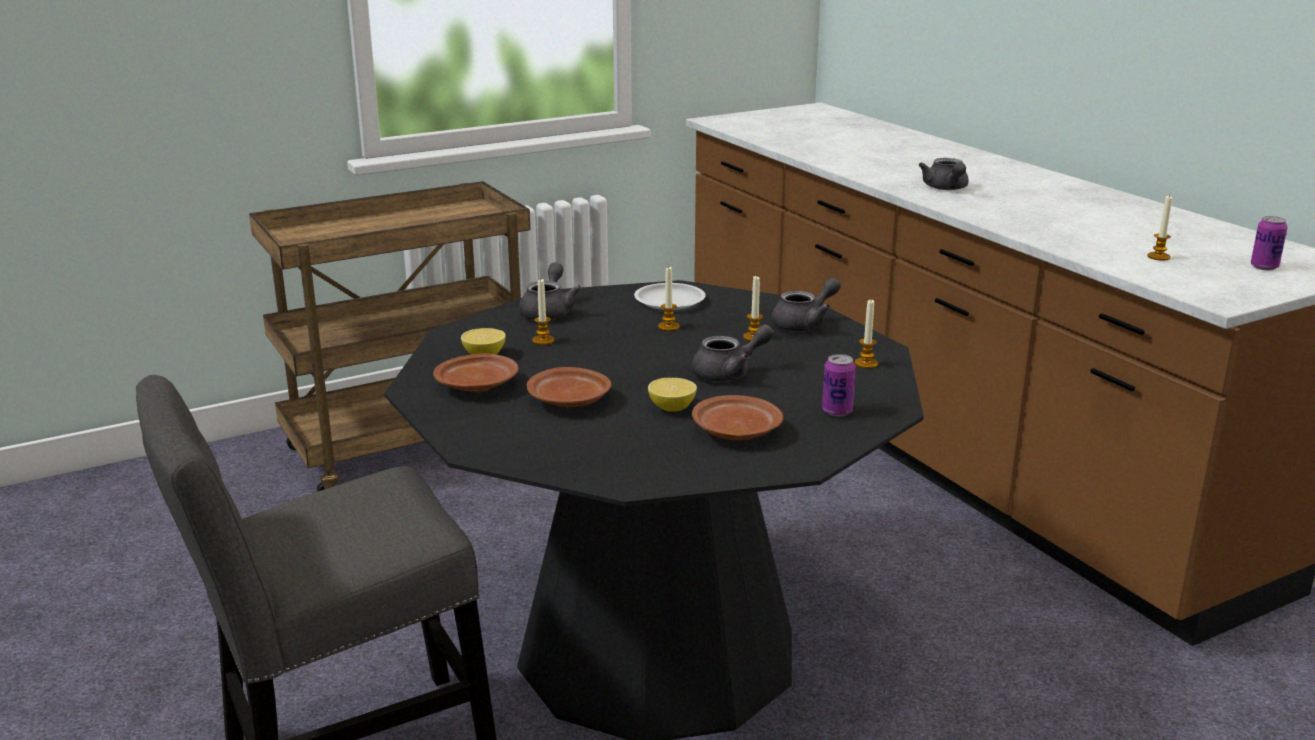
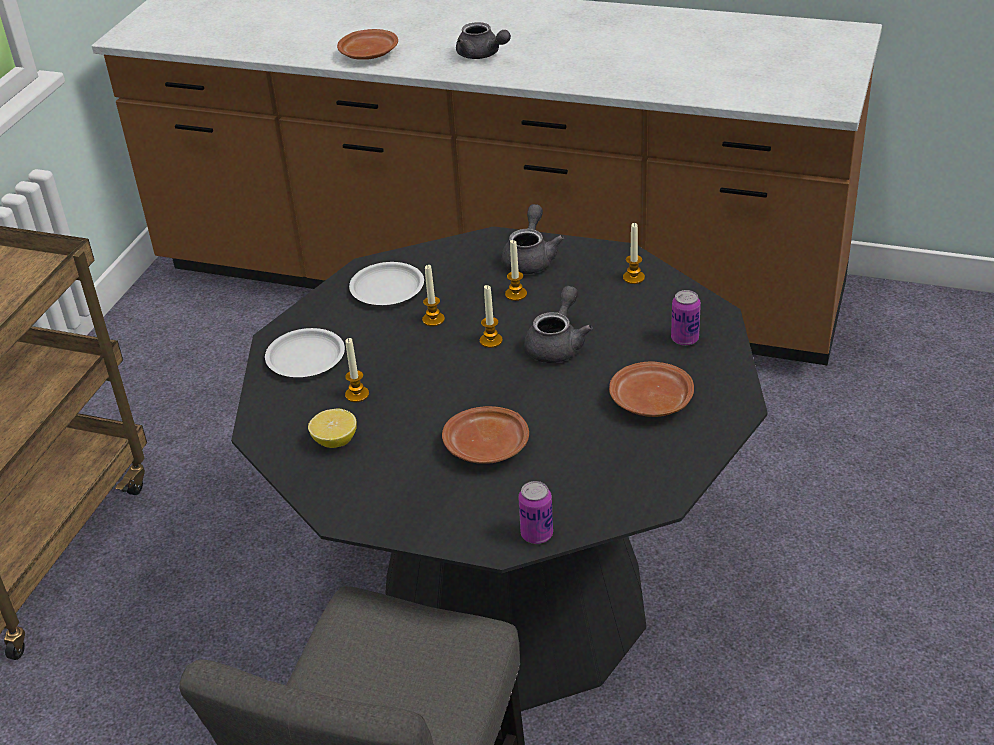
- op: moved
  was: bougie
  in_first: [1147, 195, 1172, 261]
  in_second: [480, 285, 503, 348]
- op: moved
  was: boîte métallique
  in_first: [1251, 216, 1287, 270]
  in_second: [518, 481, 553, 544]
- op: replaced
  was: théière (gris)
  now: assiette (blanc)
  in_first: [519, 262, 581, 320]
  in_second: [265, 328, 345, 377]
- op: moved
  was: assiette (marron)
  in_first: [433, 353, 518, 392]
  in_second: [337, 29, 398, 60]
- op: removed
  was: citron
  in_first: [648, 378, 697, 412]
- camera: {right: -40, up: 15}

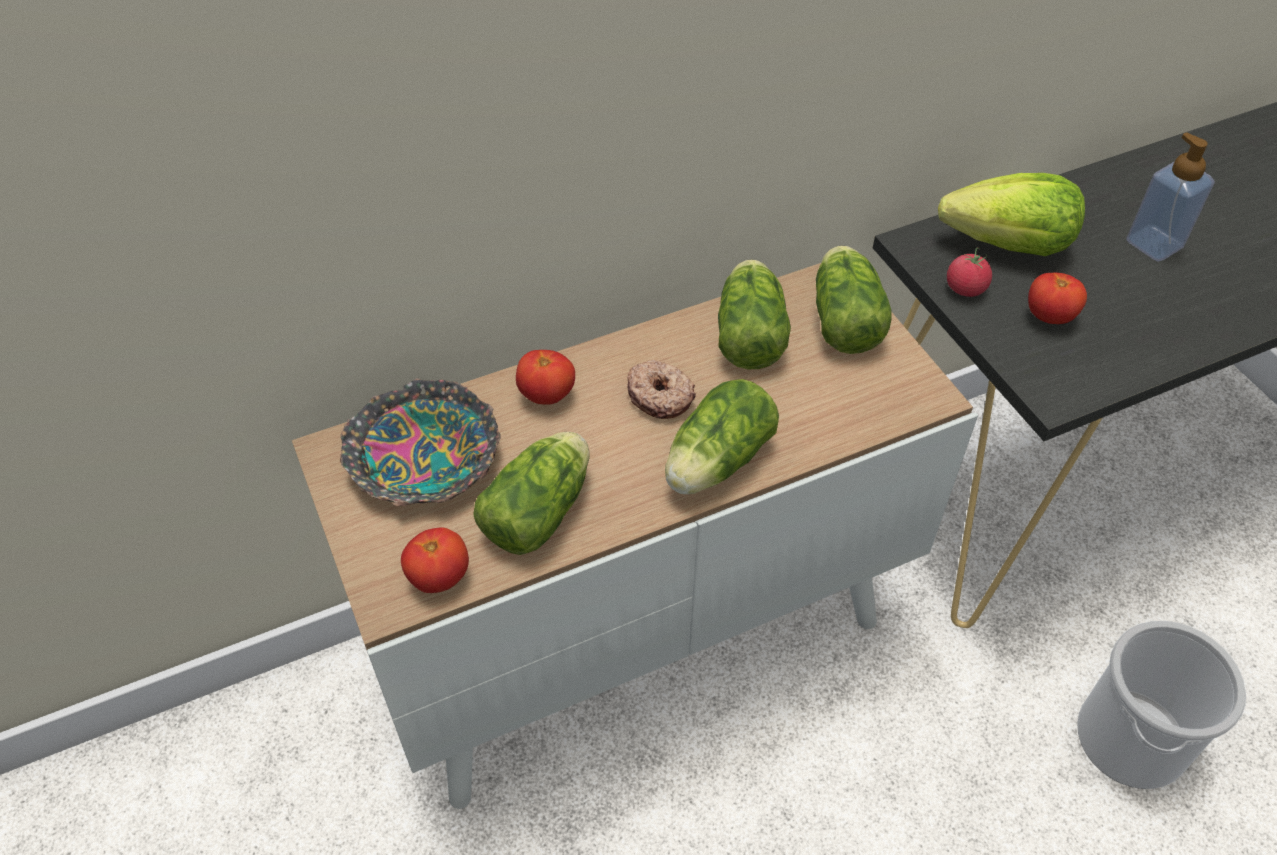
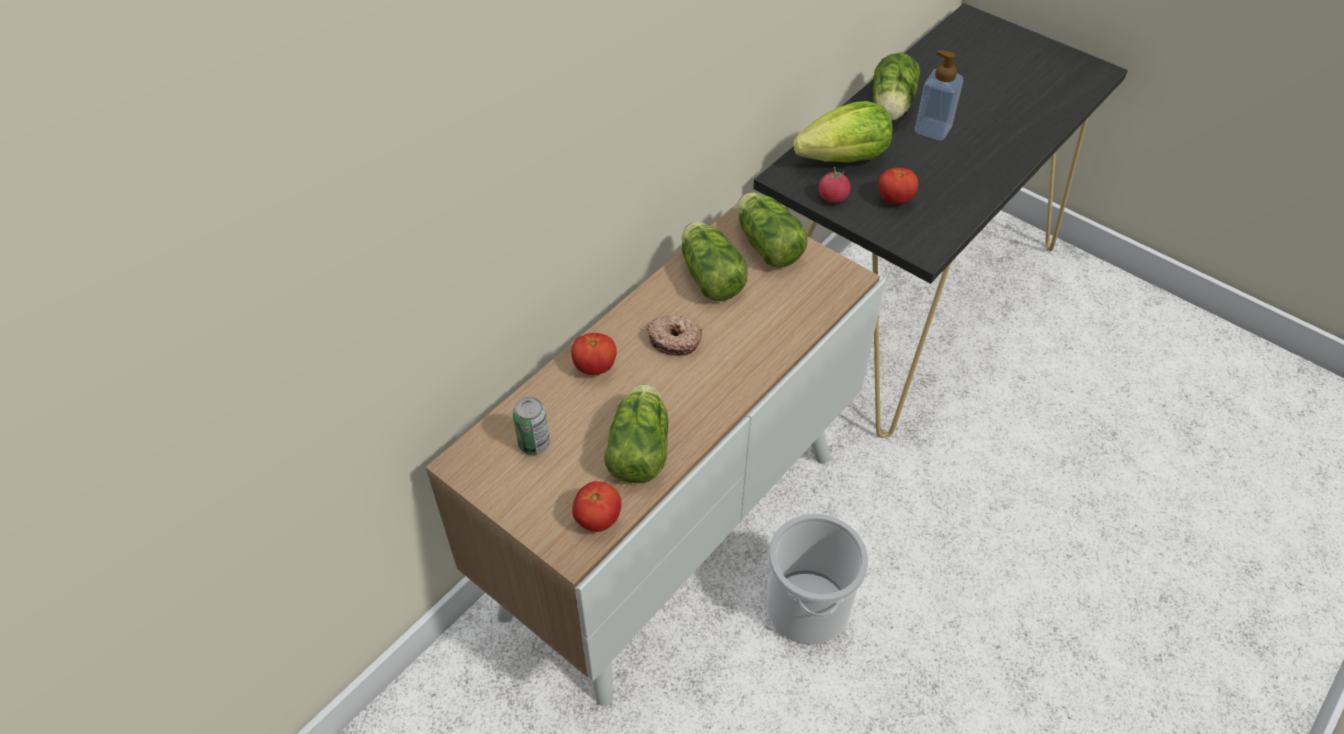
- op: replaced
  was: bol
  now: boîte métallique
  in_first: [340, 378, 501, 506]
  in_second: [513, 397, 550, 455]
- op: moved
  was: laitue
  in_first: [665, 379, 779, 494]
  in_second: [873, 53, 920, 121]
- op: moved
  was: seau
  in_first: [1077, 621, 1246, 789]
  in_second: [766, 514, 868, 645]
- camera: {right: -25, up: 0}

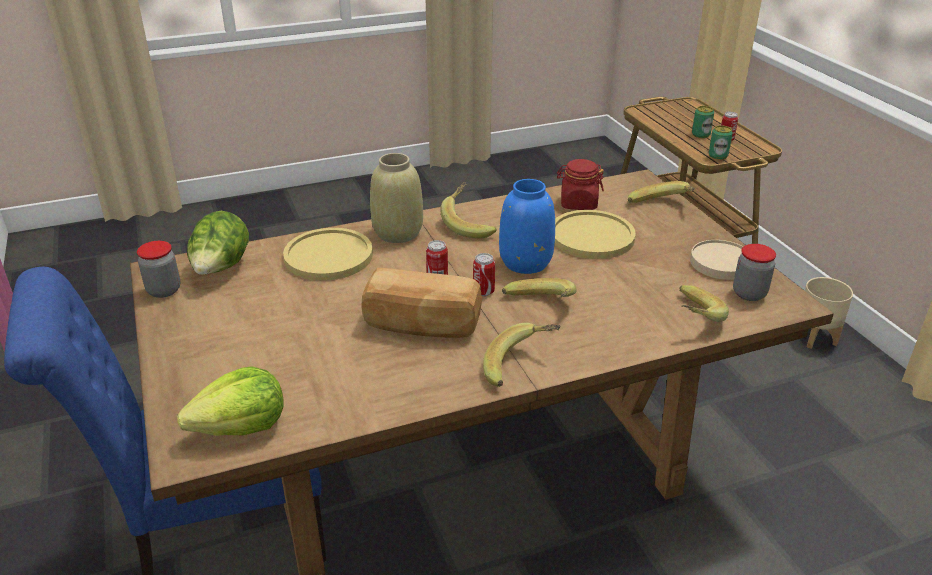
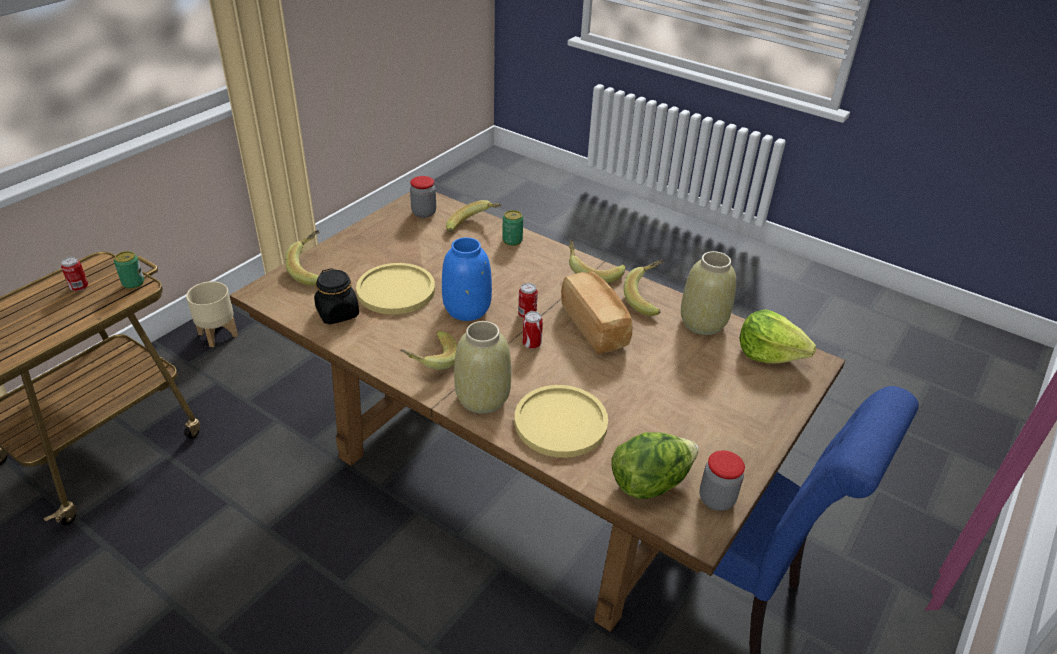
- op: moved
  was: boîte métallique
  in_first: [692, 106, 714, 138]
  in_second: [502, 210, 523, 246]
- op: recoloured
  was: bocal (rouge)
  now: bocal (noir)
  in_first: [557, 159, 604, 210]
  in_second: [314, 268, 359, 324]
- op: removed
  was: assiette (beige)
  in_first: [690, 240, 743, 280]
- op: moved
  was: banane
  in_first: [502, 278, 576, 298]
  in_second: [624, 260, 664, 316]
- op: added
  now: vase (beige)
  in_second: [681, 251, 736, 335]
- camera: {right: -125, up: 5}

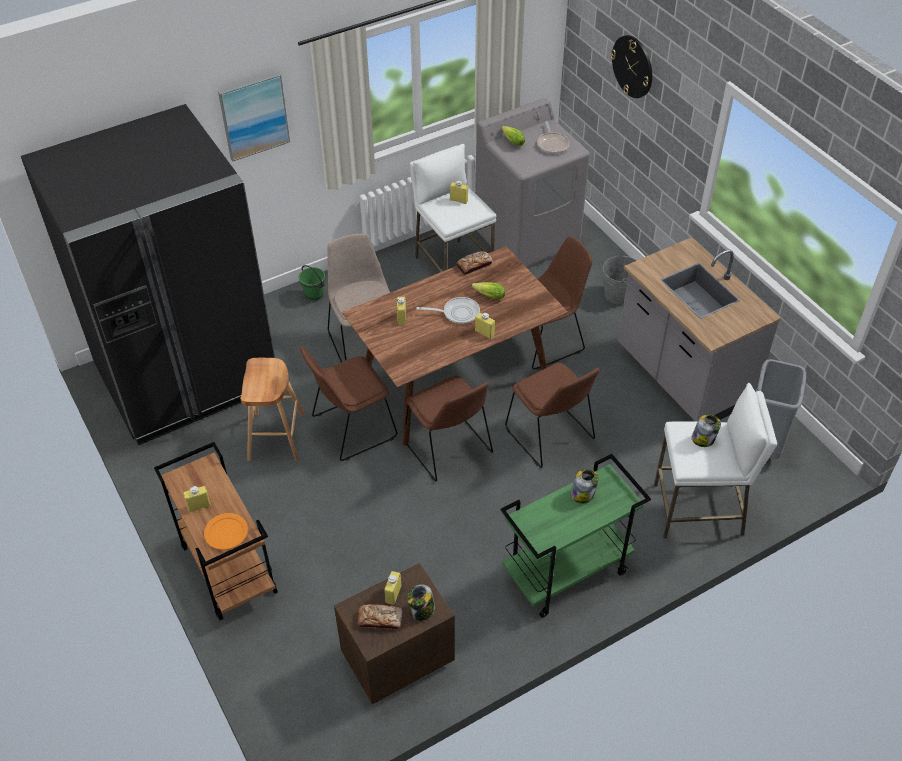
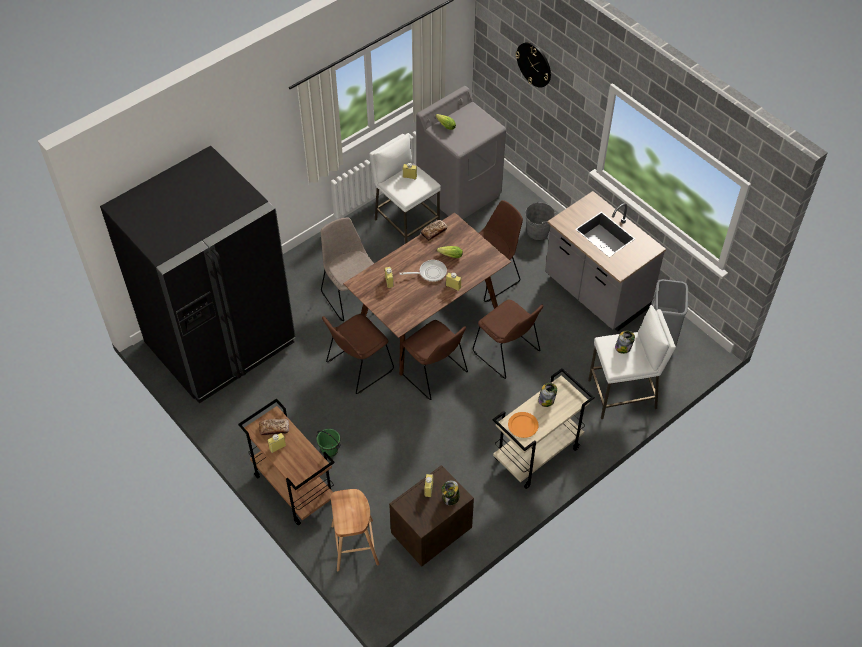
- op: removed
  was: tableau
  in_first: [218, 72, 290, 162]
- op: removed
  was: poêle
  in_first: [537, 121, 570, 154]
- op: moved
  was: seau (vert)
  in_first: [299, 265, 325, 301]
  in_second: [316, 429, 341, 457]
- op: moved
  was: tabouret (marron)
  in_first: [240, 358, 305, 461]
  in_second: [331, 489, 379, 571]
- op: recoloured
  was: chariot (vert)
  now: chariot (beige)
  in_first: [501, 454, 651, 618]
  in_second: [493, 368, 595, 489]
- op: moved
  was: assiette (orange)
  in_first: [204, 513, 248, 550]
  in_second: [508, 412, 539, 438]
- op: moved
  was: pain
  in_first: [357, 604, 403, 630]
  in_second: [259, 419, 289, 435]
- camera: {right: -10, up: 5}

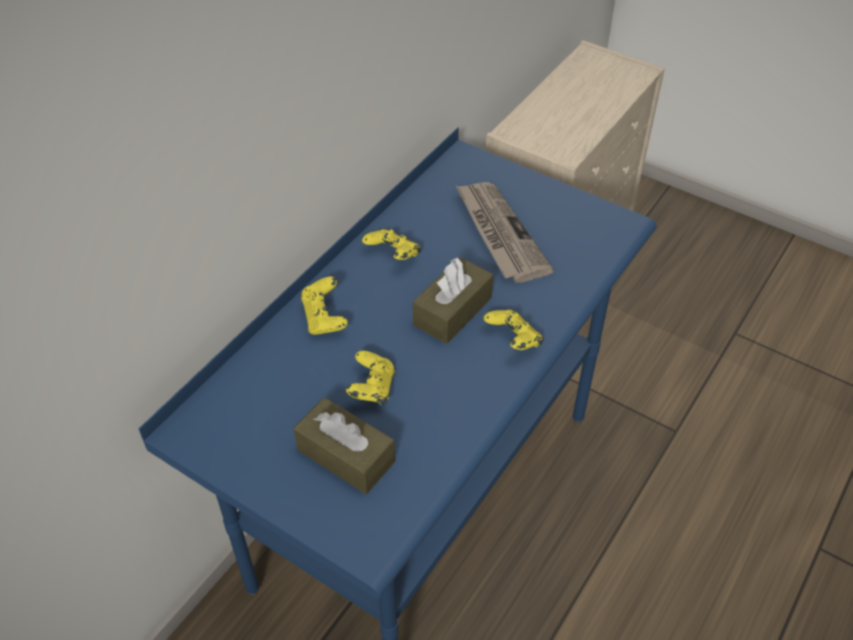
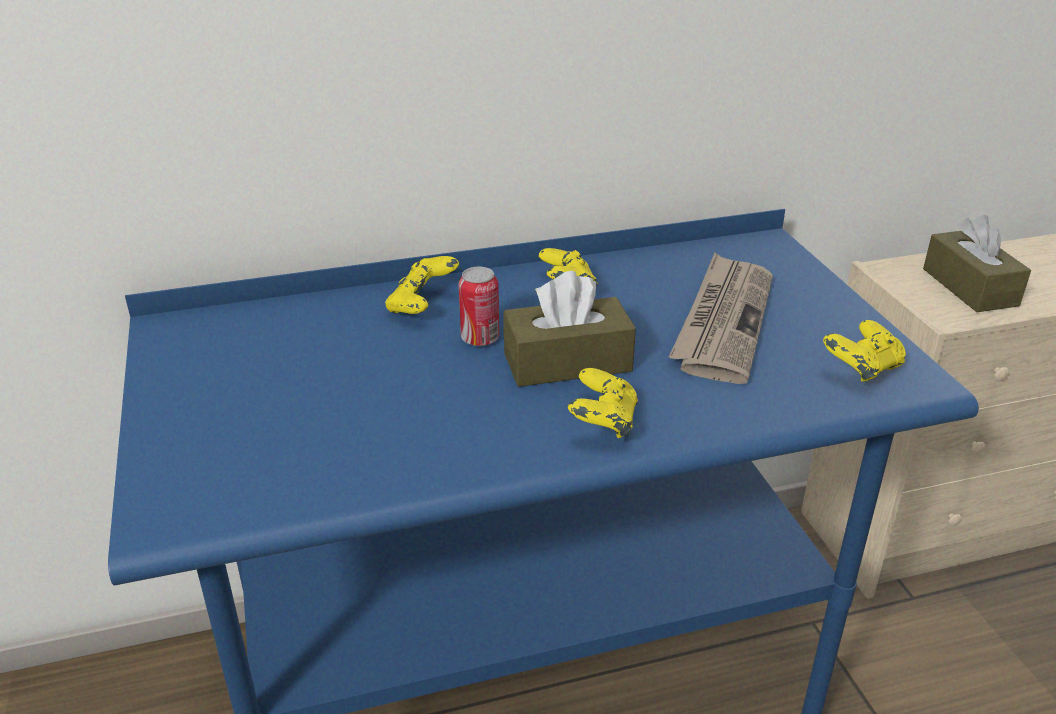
- op: moved
  was: manette (jaune)
  in_first: [346, 351, 395, 405]
  in_second: [823, 320, 906, 382]
- op: moved
  was: boîte à mouchoirs (marron)
  in_first: [294, 397, 395, 494]
  in_second: [923, 215, 1031, 312]
- op: added
  now: boîte métallique
  in_second: [459, 267, 499, 346]
- camera: {right: 40, up: -15}

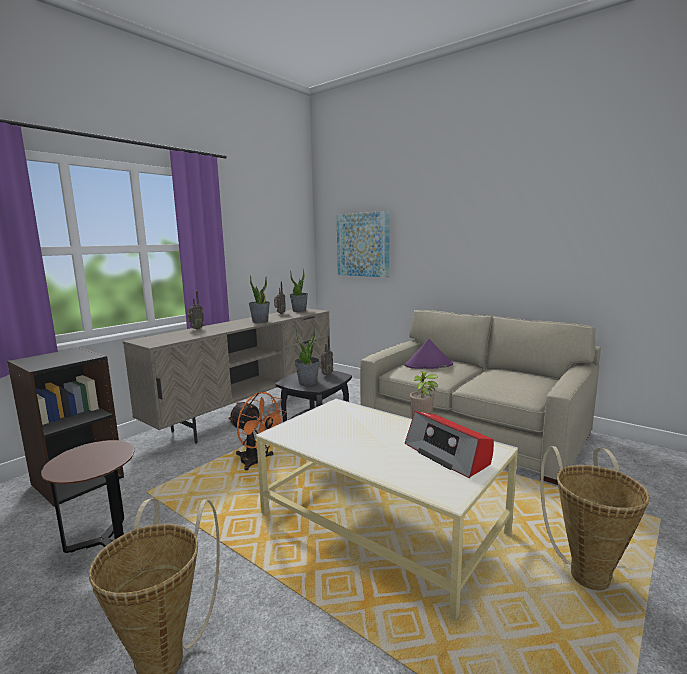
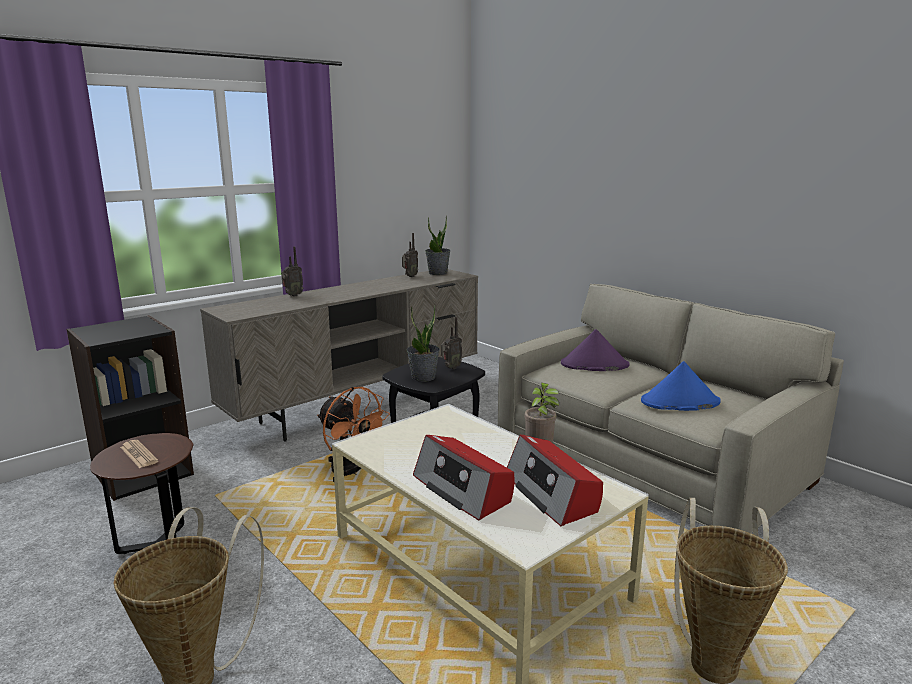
- op: removed
  was: tableau
  in_first: [337, 211, 390, 277]
- op: removed
  was: plante en pot
  in_first: [248, 275, 270, 323]
- op: added
  now: chapeau (bleu)
  in_second: [641, 361, 721, 411]
- op: added
  now: radio
  in_second: [413, 435, 514, 521]
- op: added
  now: journal
  in_second: [120, 440, 158, 468]
- camera: {right: 10, up: 5}

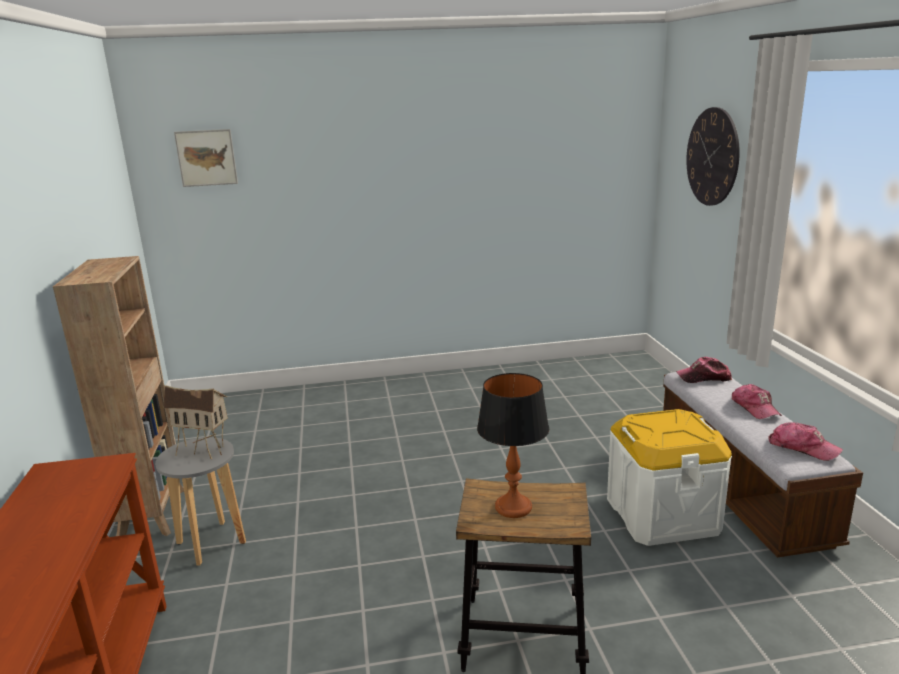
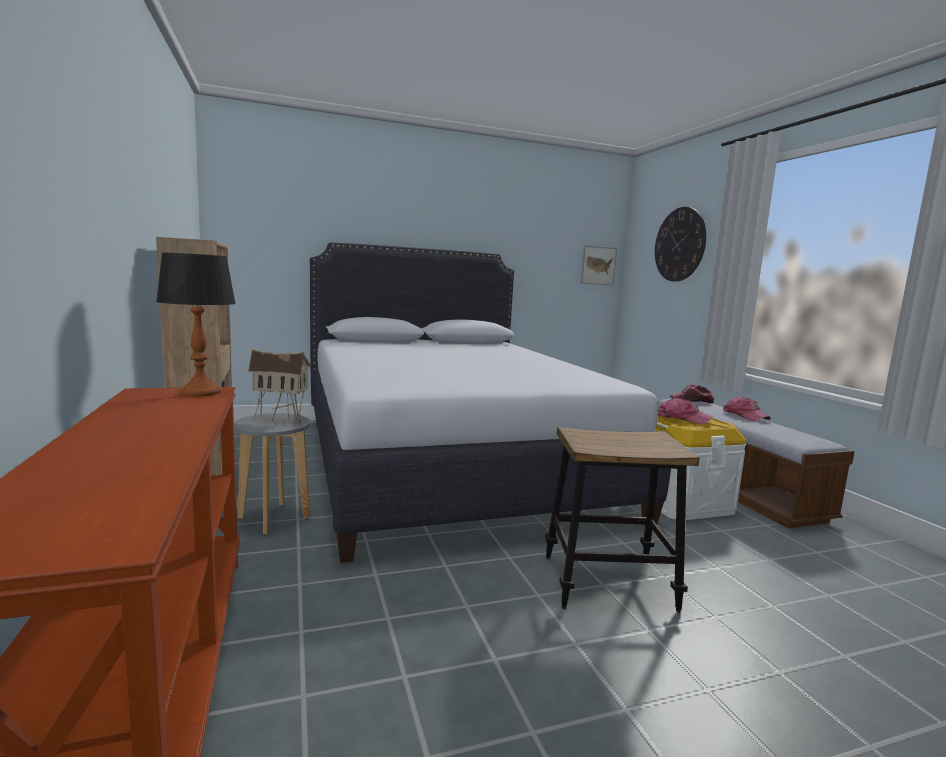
- op: moved
  was: tableau
  in_first: [174, 129, 238, 187]
  in_second: [581, 245, 617, 285]
- op: moved
  was: lampe de table
  in_first: [477, 373, 549, 518]
  in_second: [156, 252, 236, 397]
- op: moved
  was: casquette
  in_first: [768, 422, 843, 461]
  in_second: [658, 398, 713, 424]
- op: added
  now: lit (blanc)
  in_second: [310, 242, 671, 563]
- camera: {right: -10, up: -10}

